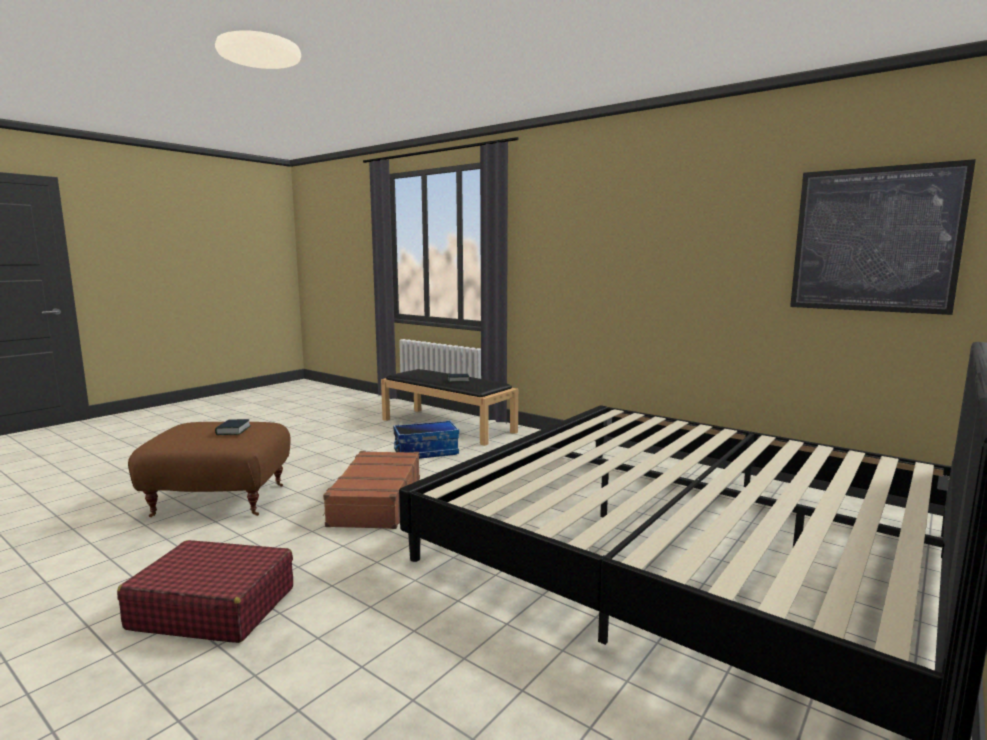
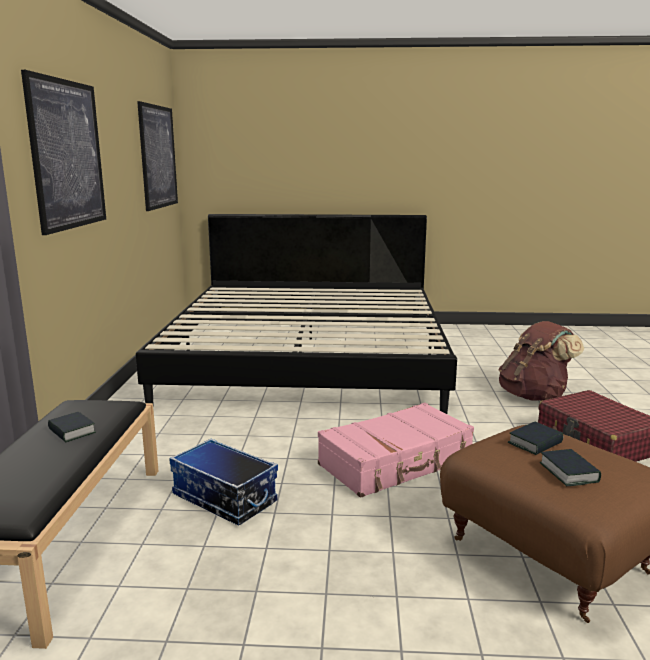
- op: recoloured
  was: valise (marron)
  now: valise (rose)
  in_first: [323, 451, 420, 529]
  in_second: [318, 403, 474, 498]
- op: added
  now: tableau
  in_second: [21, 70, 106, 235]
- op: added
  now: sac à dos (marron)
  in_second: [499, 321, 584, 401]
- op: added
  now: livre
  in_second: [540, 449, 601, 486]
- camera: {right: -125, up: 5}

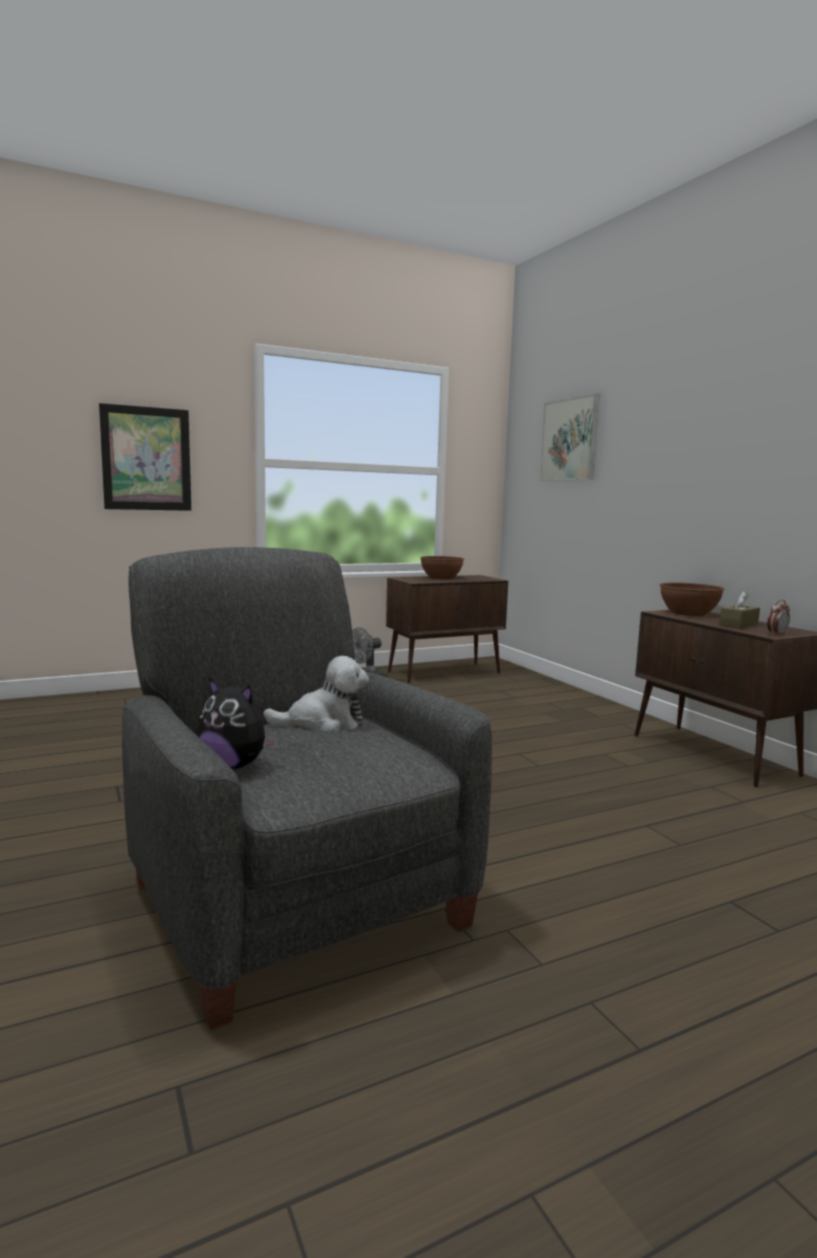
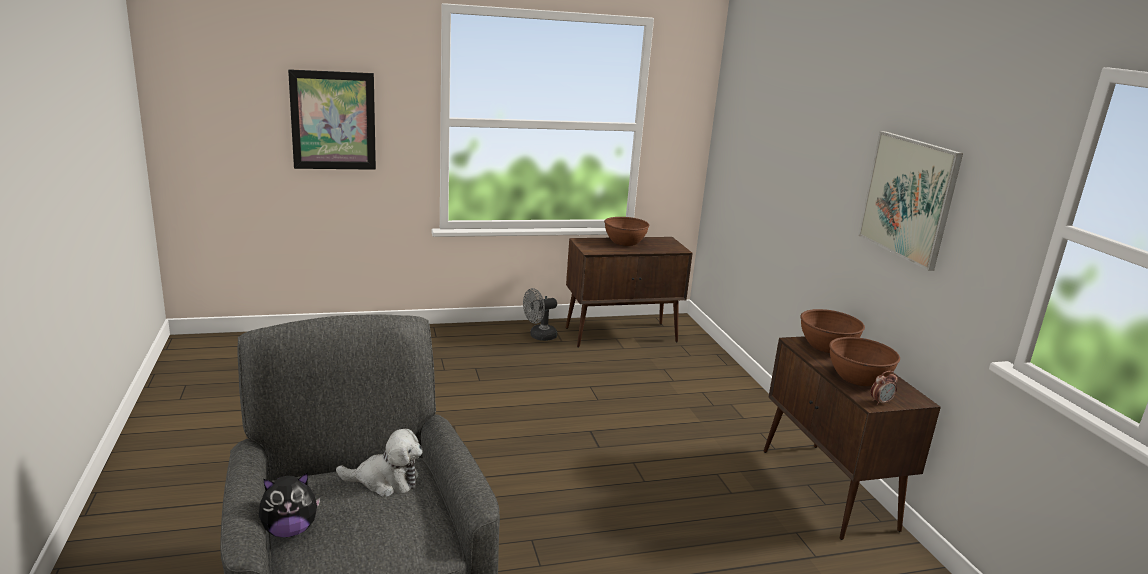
- op: moved
  was: tableau
  in_first: [539, 394, 600, 481]
  in_second: [858, 131, 963, 271]
- op: replaced
  was: boîte à mouchoirs (marron)
  now: bol (marron)
  in_first: [719, 591, 760, 629]
  in_second: [829, 337, 900, 386]
- op: turned
  was: peluche
  in_first: [198, 678, 278, 769]
  in_second: [259, 472, 321, 537]
  clockwise: -60
- camera: {right: 10, up: 10}

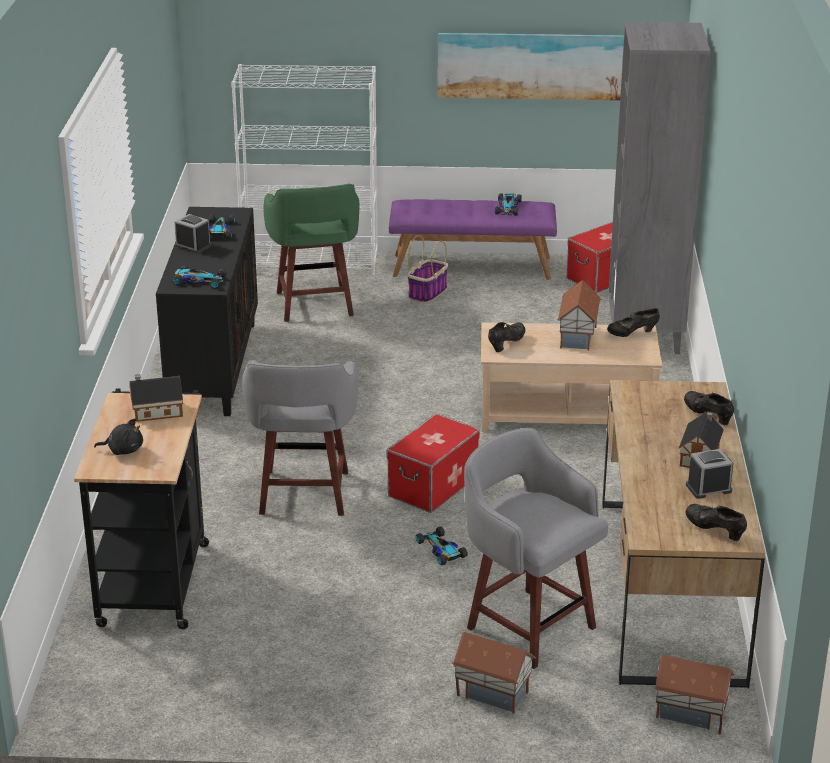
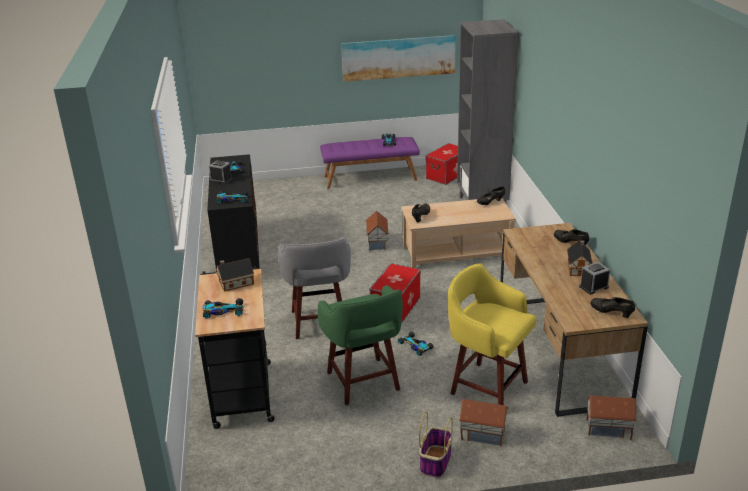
- op: removed
  was: bibliothèque (blanc)
  in_first: [231, 64, 378, 276]
- op: moved
  was: tabouret (vert)
  in_first: [264, 184, 359, 322]
  in_second: [318, 285, 403, 405]
- op: moved
  was: panier
  in_first: [408, 235, 448, 303]
  in_second: [419, 411, 453, 478]
- op: moved
  was: maison miniature
  in_first: [557, 280, 601, 351]
  in_second: [366, 211, 389, 251]
- op: replaced
  was: peluche (noir)
  now: petite voiture
  in_first: [94, 418, 143, 455]
  in_second: [203, 298, 243, 318]
- op: recoloured
  was: tabouret (gris)
  now: tabouret (jaune)
  in_first: [464, 428, 609, 669]
  in_second: [448, 263, 537, 405]
- camera: {right: -10, up: 0}

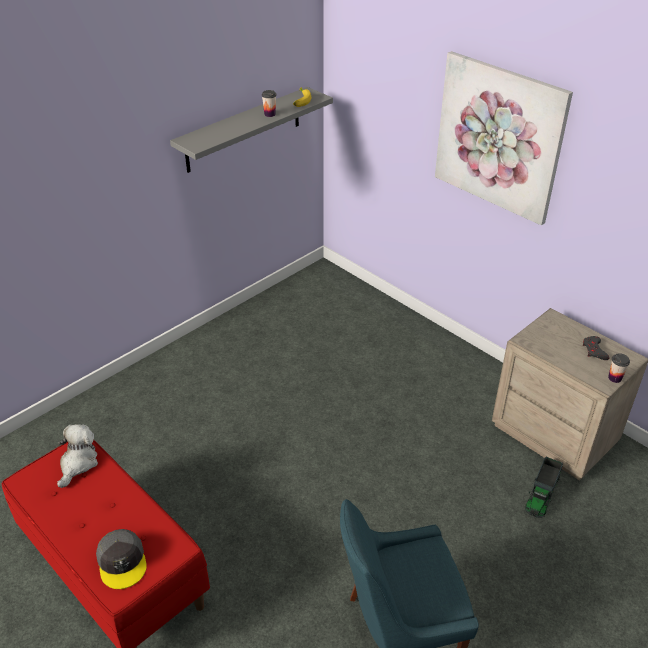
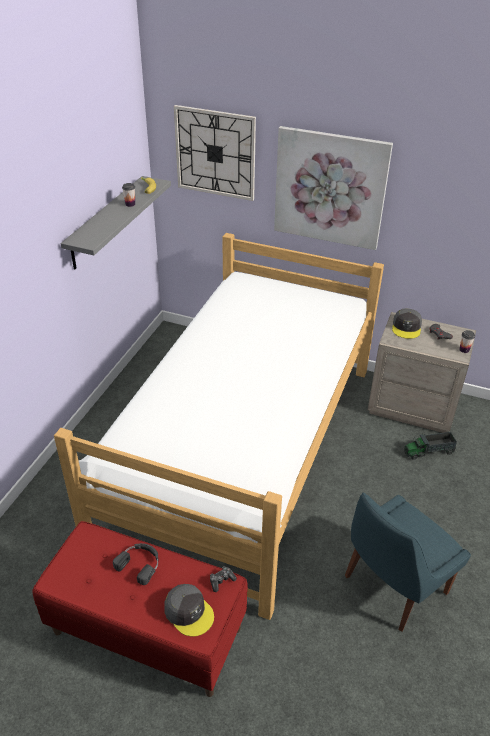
- op: removed
  was: peluche
  in_first: [57, 424, 98, 488]
- op: turned
  was: camion jouet
  in_first: [525, 457, 563, 518]
  in_second: [404, 432, 457, 460]
  clockwise: 75
- op: added
  now: horloge murale
  in_second: [174, 105, 256, 201]
- op: added
  now: lit
  in_second: [54, 233, 384, 620]
- op: added
  now: casquette (gris)
  in_second: [392, 309, 422, 339]
- op: added
  now: casque audio (noir)
  in_second: [113, 543, 159, 585]
- op: added
  now: manette
  in_second: [210, 566, 237, 592]
- camera: {right: -25, up: 0}

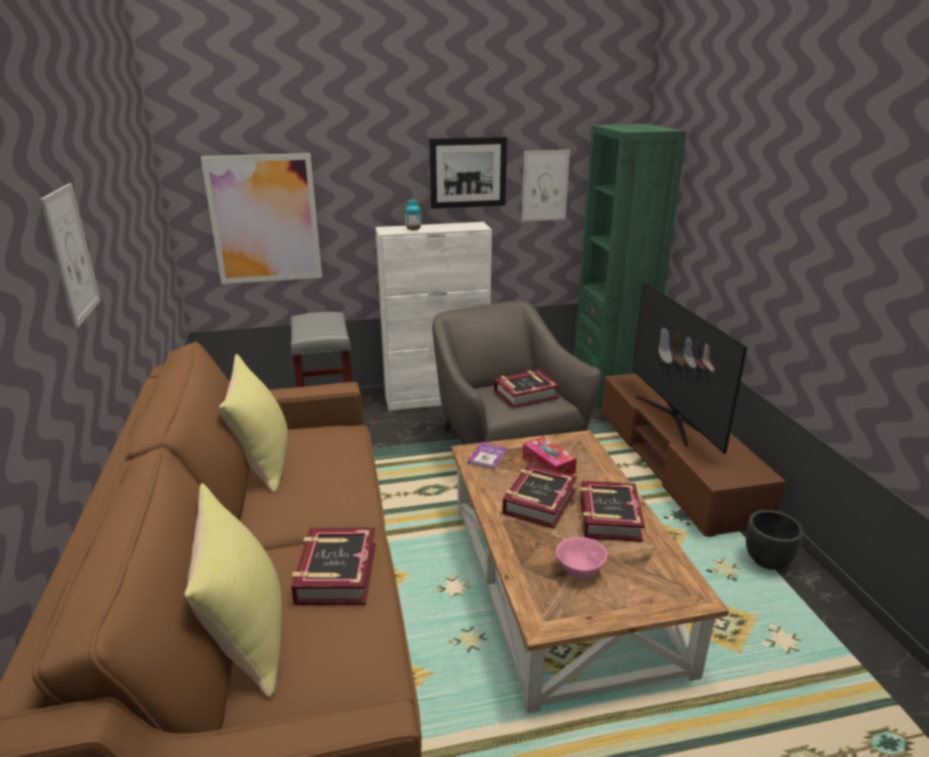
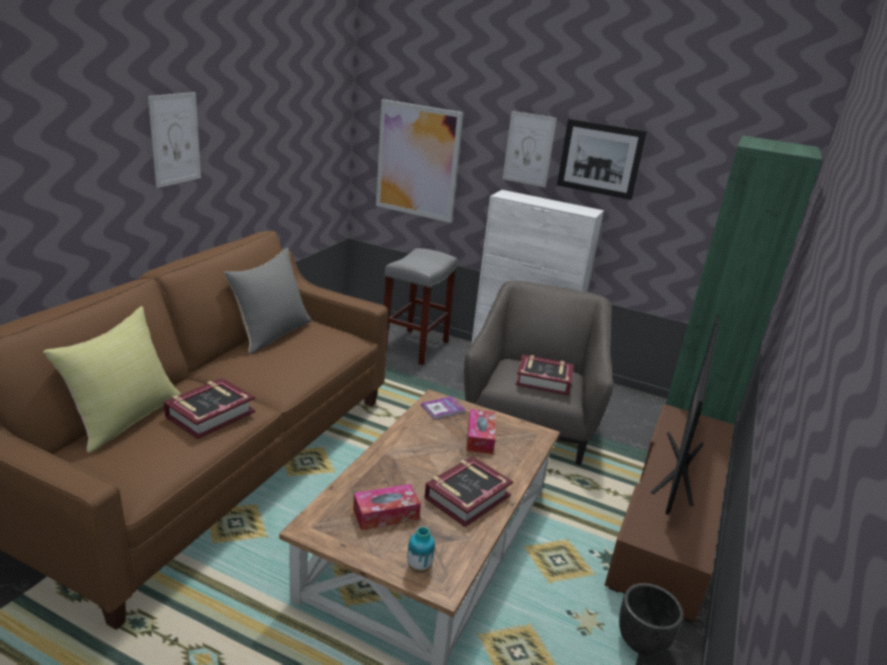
- op: moved
  was: tableau
  in_first: [522, 150, 570, 221]
  in_second: [503, 111, 557, 187]
- op: moved
  was: vase
  in_first: [405, 200, 421, 230]
  in_second: [407, 526, 435, 573]
- op: recoloured
  was: coussin (jaune)
  now: coussin (gris)
  in_first: [219, 354, 288, 492]
  in_second: [224, 248, 312, 354]
- op: removed
  was: livre
  in_first: [502, 464, 577, 529]
- op: replaced
  was: bol (rose)
  now: boîte à mouchoirs
  in_first: [556, 537, 608, 579]
  in_second: [353, 484, 421, 530]
- camera: {right: 35, up: 0}

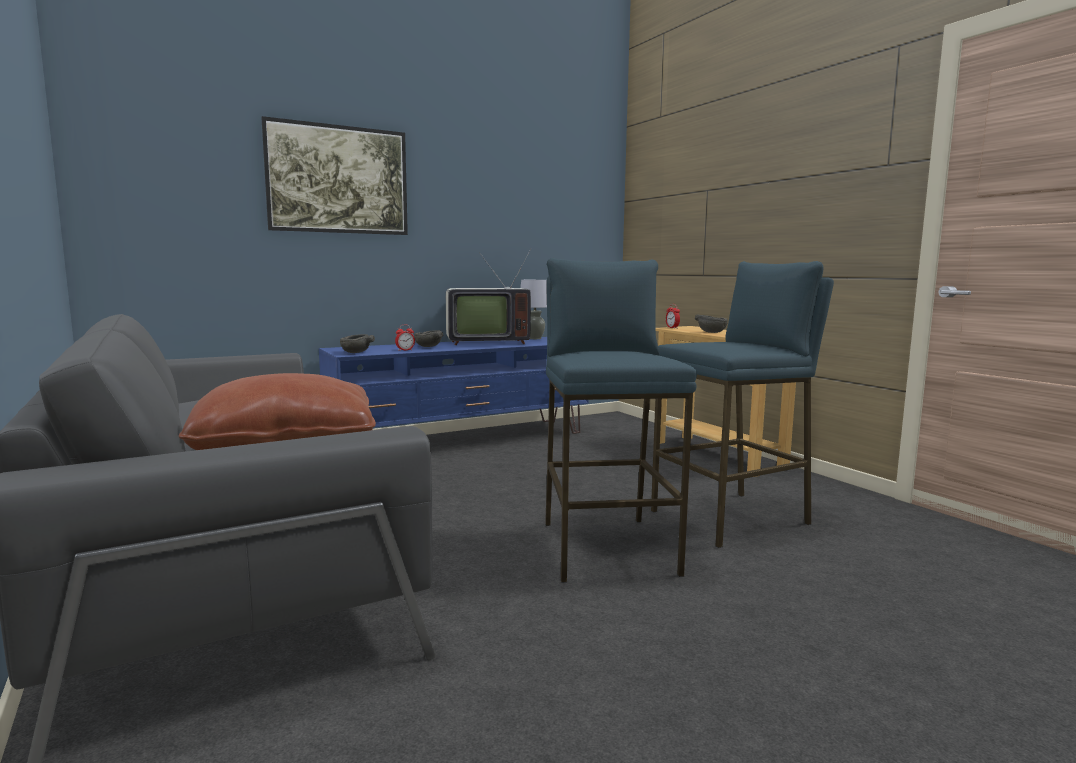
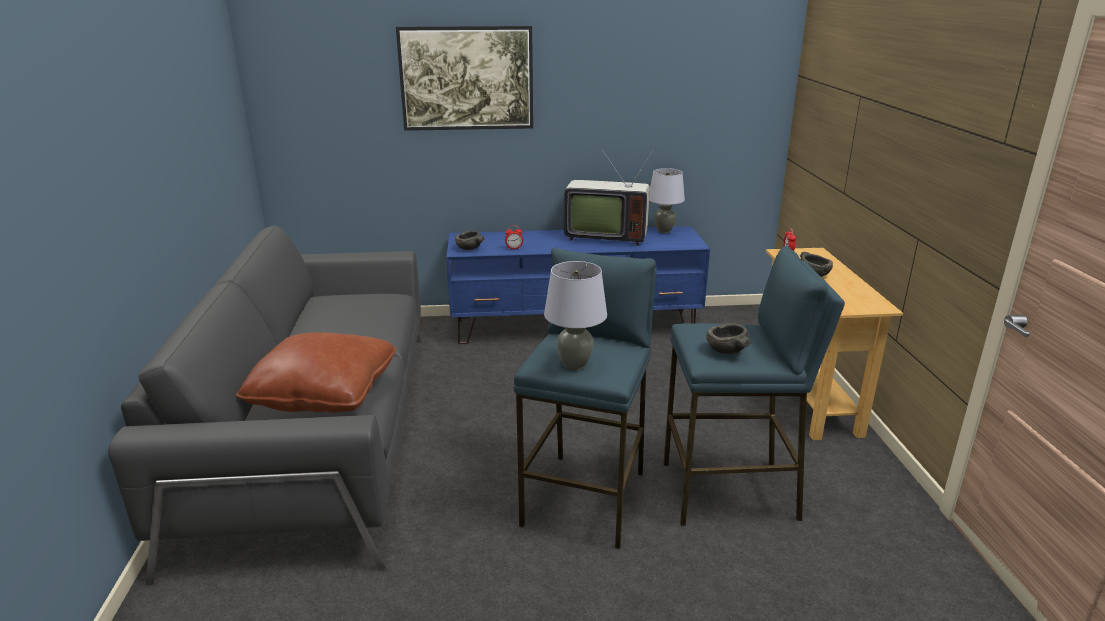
- op: moved
  was: bol (gris)
  in_first: [414, 330, 444, 347]
  in_second: [707, 323, 751, 354]
- op: added
  now: lampe de table (gris)
  in_second: [544, 261, 607, 370]
- camera: {right: 25, up: 15}

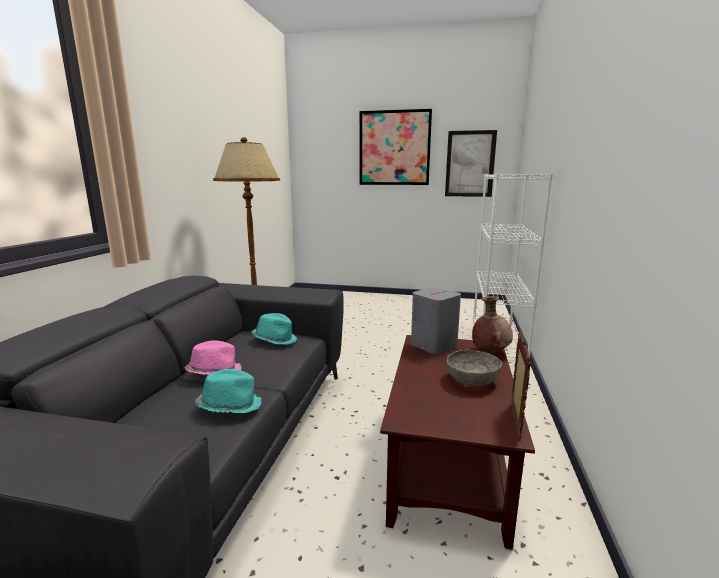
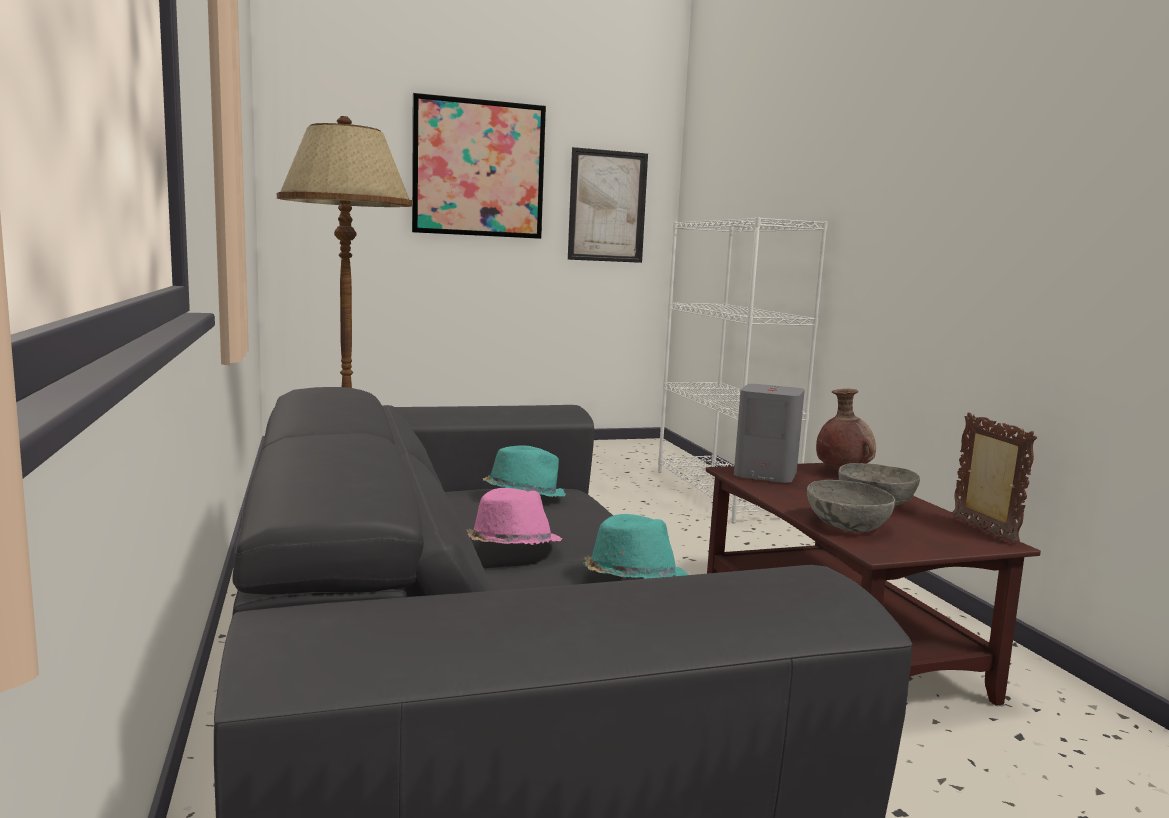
- op: added
  now: bol (gris)
  in_second: [807, 480, 895, 532]
- camera: {right: -30, up: -5}

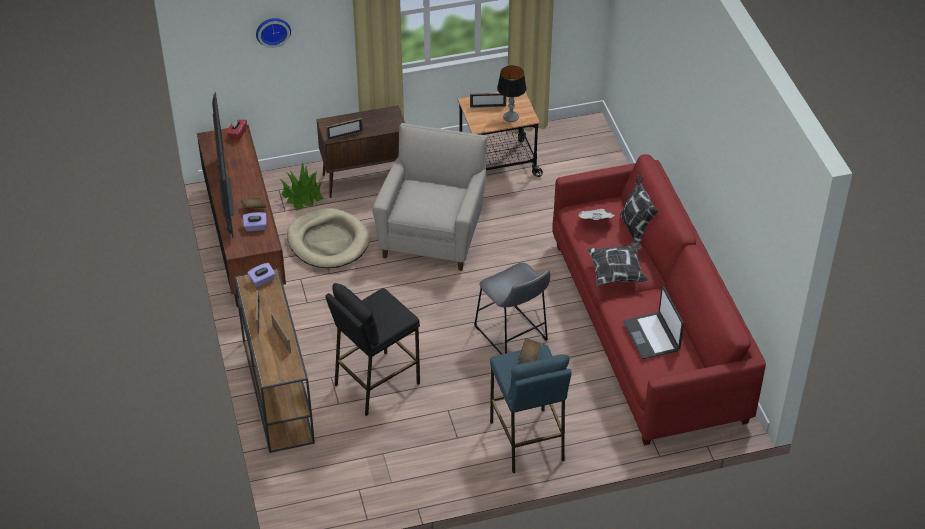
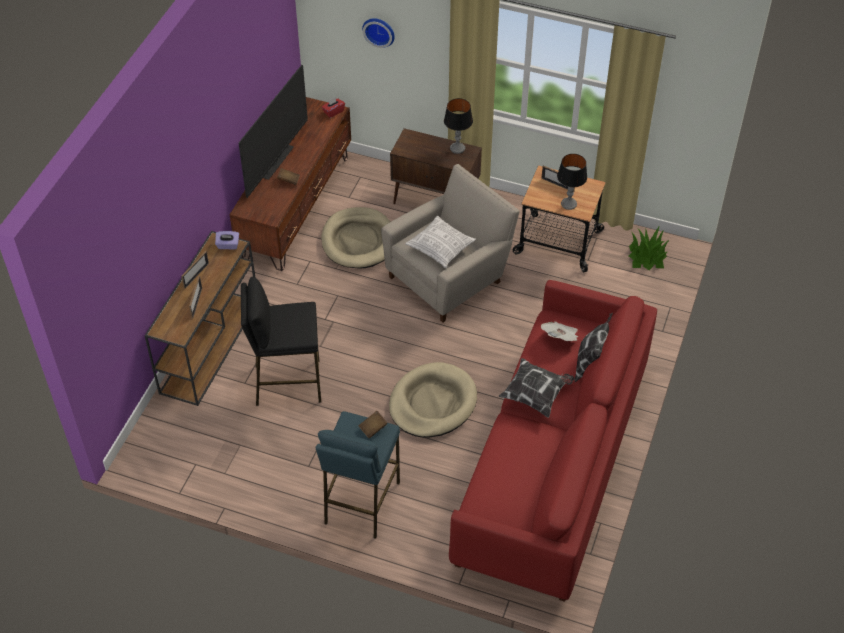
- op: removed
  was: cadre photo
  in_first: [326, 118, 363, 140]
- op: moved
  was: plante en pot
  in_first: [280, 162, 324, 210]
  in_second: [629, 227, 669, 270]
- op: removed
  was: boîte à mouchoirs (violet)
  in_first: [243, 212, 267, 231]
- op: replaced
  was: tabouret (gris)
  now: panier pour chien (beige)
  in_first: [474, 263, 550, 354]
  in_second: [389, 362, 477, 438]
- op: removed
  was: ordinateur portable
  in_first: [623, 286, 684, 359]
- op: added
  now: lampe de table
  in_second: [444, 98, 473, 154]
- op: added
  now: coussin
  in_second: [405, 216, 476, 268]
- camera: {right: 35, up: 5}

